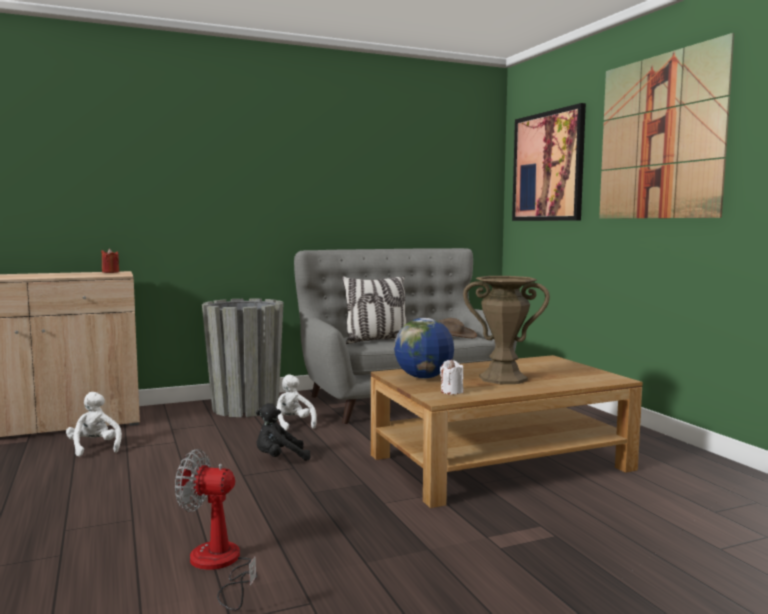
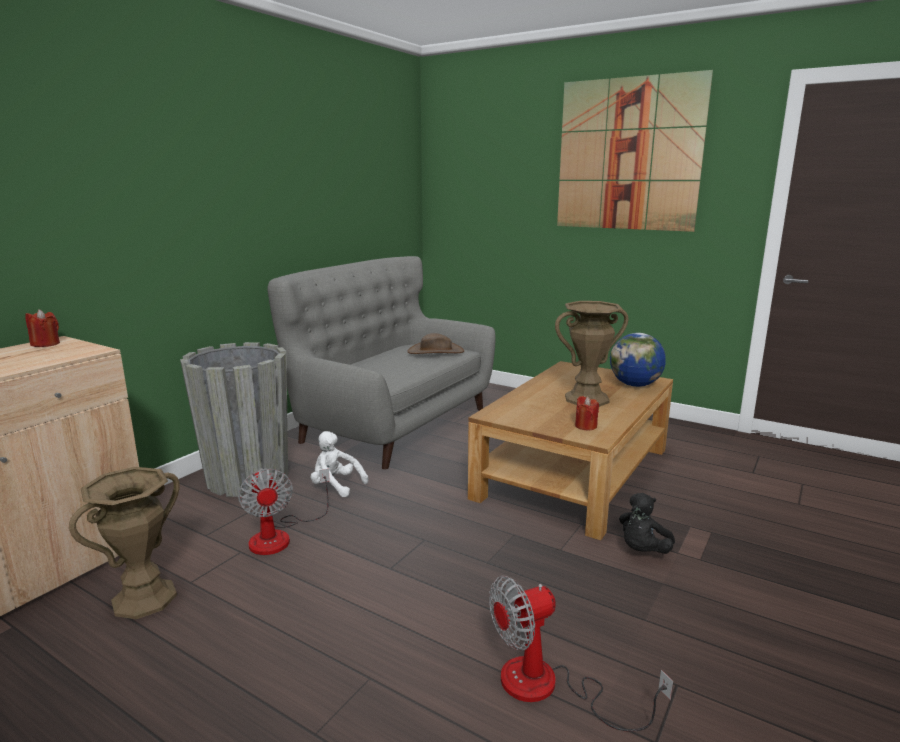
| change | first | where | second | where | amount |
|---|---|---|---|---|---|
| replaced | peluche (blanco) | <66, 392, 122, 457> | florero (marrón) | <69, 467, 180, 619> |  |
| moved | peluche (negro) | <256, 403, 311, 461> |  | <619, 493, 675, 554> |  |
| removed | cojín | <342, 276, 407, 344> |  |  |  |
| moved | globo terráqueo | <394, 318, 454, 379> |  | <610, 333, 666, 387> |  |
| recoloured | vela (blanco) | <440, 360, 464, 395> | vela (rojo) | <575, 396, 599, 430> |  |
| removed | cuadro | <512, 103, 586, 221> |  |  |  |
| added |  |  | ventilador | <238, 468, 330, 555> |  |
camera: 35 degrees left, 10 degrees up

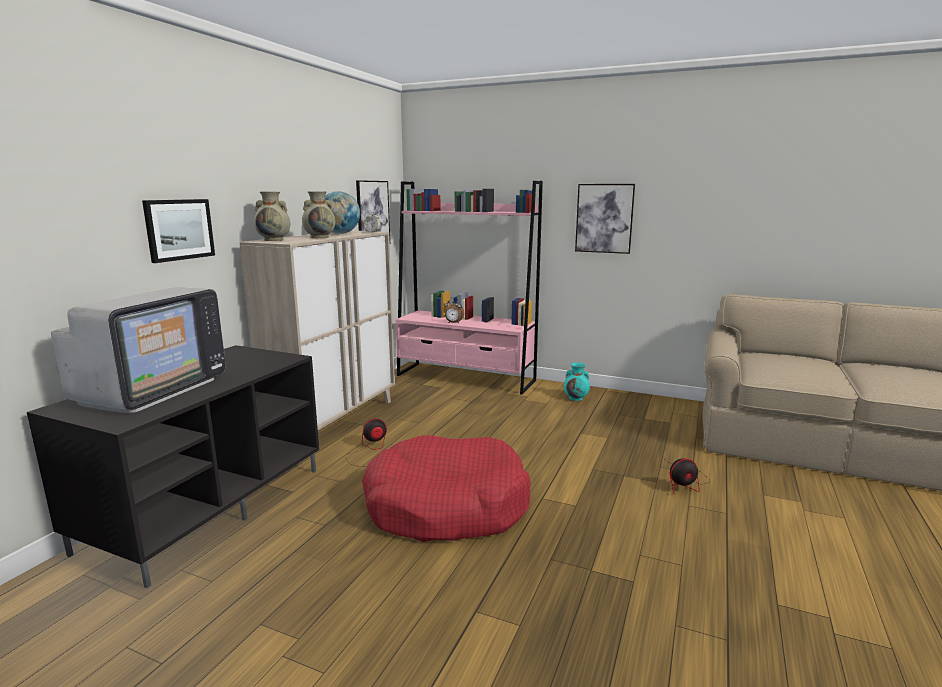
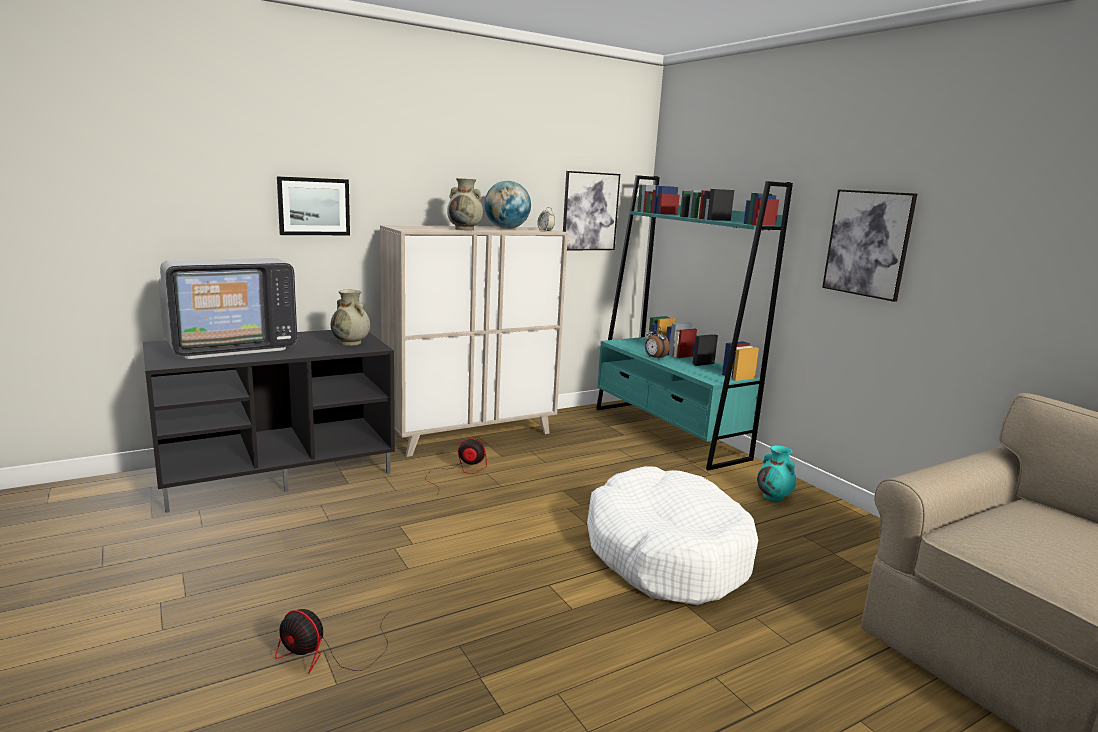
| change | first | where | second | where | amount |
|---|---|---|---|---|---|
| moved | florero (beis) | <254, 191, 290, 241> |  | <331, 290, 370, 346> |  |
| removed | cama para perro (rojo) | <362, 435, 531, 542> |  |  |  |
| recoloured | estantería (rosa) | <395, 181, 543, 395> | estantería (turquesa) | <596, 175, 793, 471> |  |
| moved | ventilador | <666, 458, 710, 494> |  | <275, 609, 391, 673> |  |
| added |  |  | cama para perro (blanco) | <587, 466, 758, 605> |  |
camera: 35 degrees right, 0 degrees up

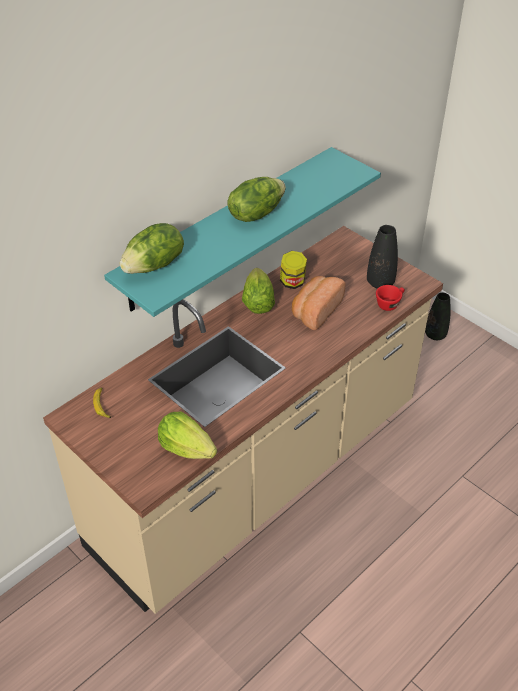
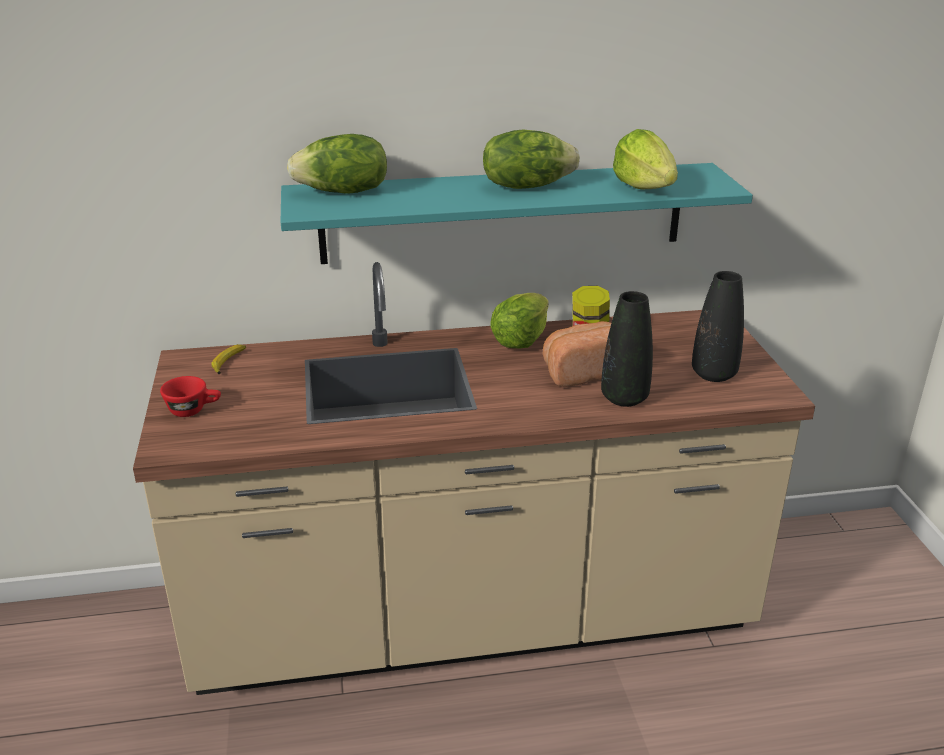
| change | first | where | second | where | amount |
|---|---|---|---|---|---|
| moved | lechuga | <158, 412, 217, 459> |  | <613, 129, 678, 189> |  |
| moved | taza (rojo) | <376, 285, 405, 311> |  | <160, 376, 221, 417> |  |
| moved | florero (negro) | <425, 293, 451, 340> |  | <601, 291, 653, 407> |  |
camera: 35 degrees right, 15 degrees down

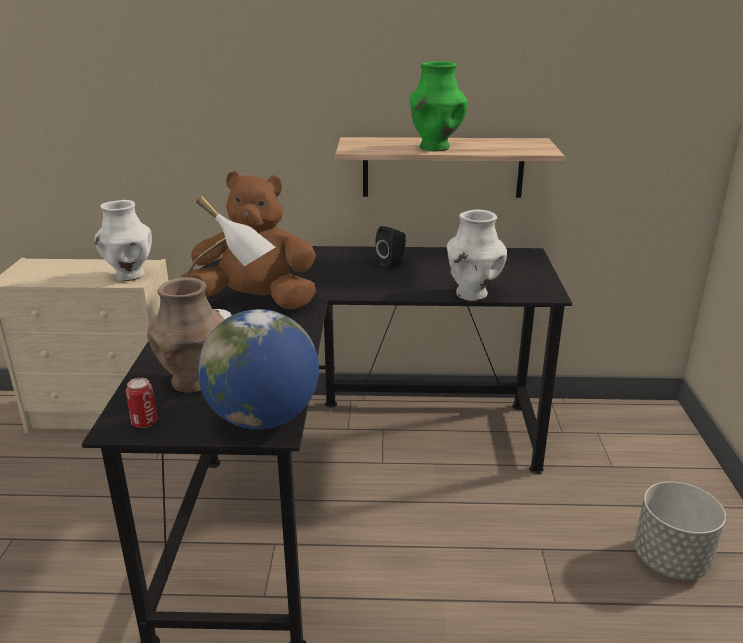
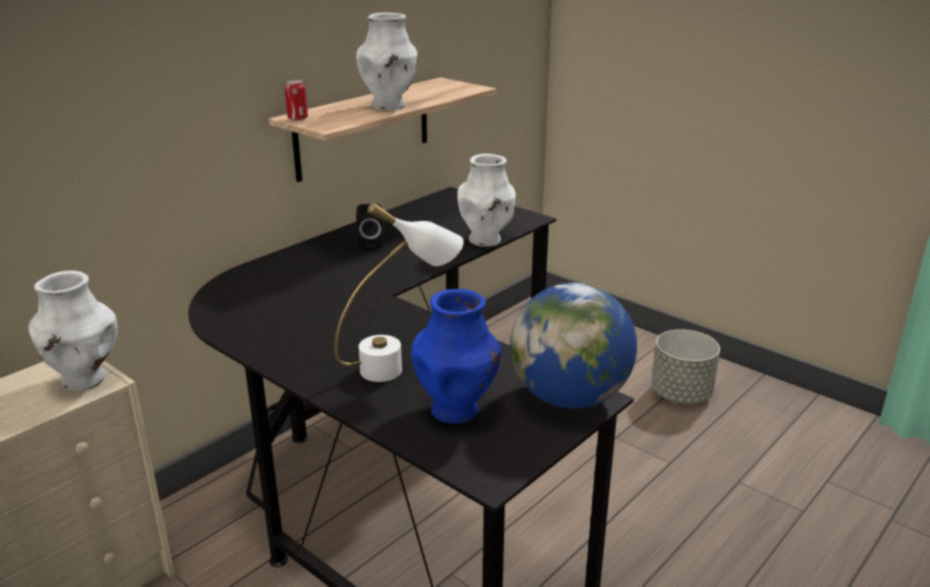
| change | first | where | second | where | amount |
|---|---|---|---|---|---|
| moved | lata | <126, 378, 158, 428> |  | <285, 80, 308, 121> |  |
| recoloured | florero (marrón) | <147, 277, 225, 393> | florero (azul) | <411, 289, 501, 424> |  |
| removed | peluche (marrón) | <181, 171, 316, 309> |  |  |  |
| recoloured | florero (verde) | <409, 61, 467, 151> | florero (blanco) | <356, 12, 418, 110> |  |
camera: 50 degrees left, 0 degrees up

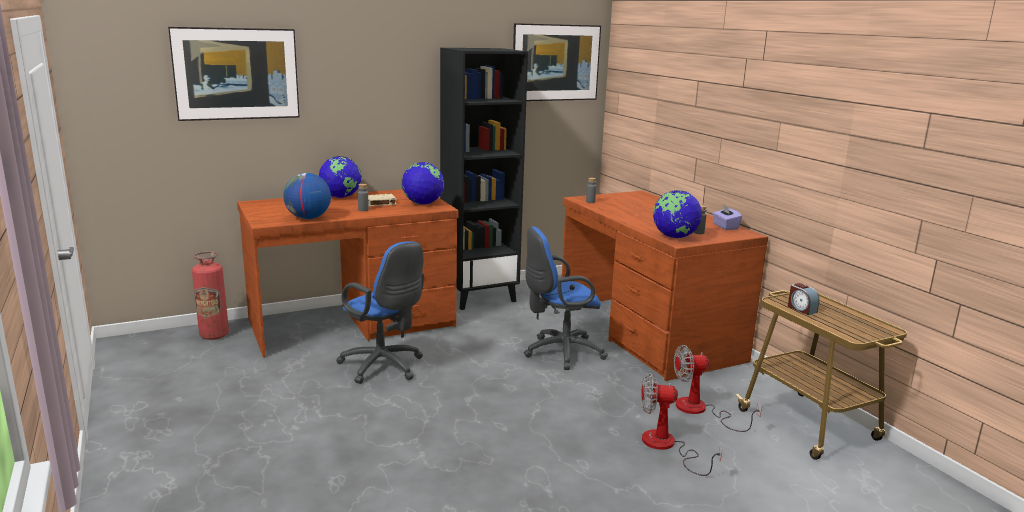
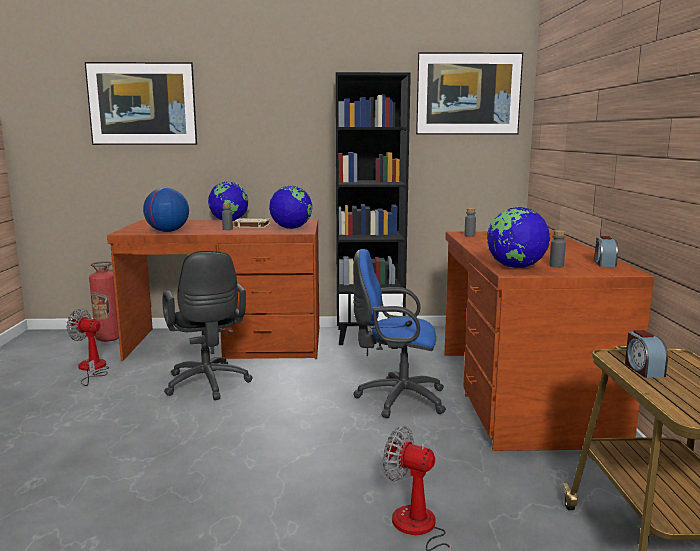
| change | first | where | second | where | amount |
|---|---|---|---|---|---|
| recoloured | silla de oficina (azul) | <336, 241, 424, 384> | silla de oficina (negro) | <162, 251, 252, 400> |  |
| moved | ventilador | <674, 345, 762, 432> |  | <66, 309, 109, 386> |  |
| replaced | caja de pañuelos (morado) | <712, 205, 742, 230> | despertador | <594, 236, 618, 267> |  |
camera: 25 degrees right, 5 degrees down

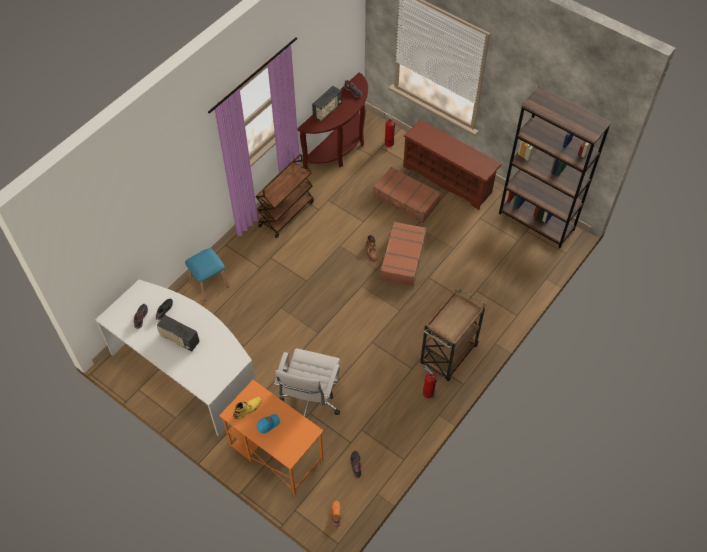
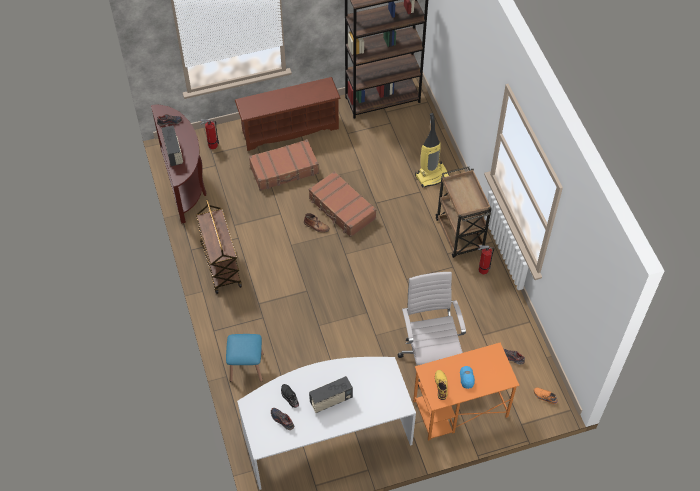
| change | first | where | second | where | amount |
|---|---|---|---|---|---|
| turned | silla de oficina (blanco) | <274, 348, 340, 417> |  | <397, 272, 466, 386> | 150 degrees counterclockwise |
| added |  |  | aspiradora | <415, 113, 450, 188> |  |
camera: 55 degrees left, 0 degrees up

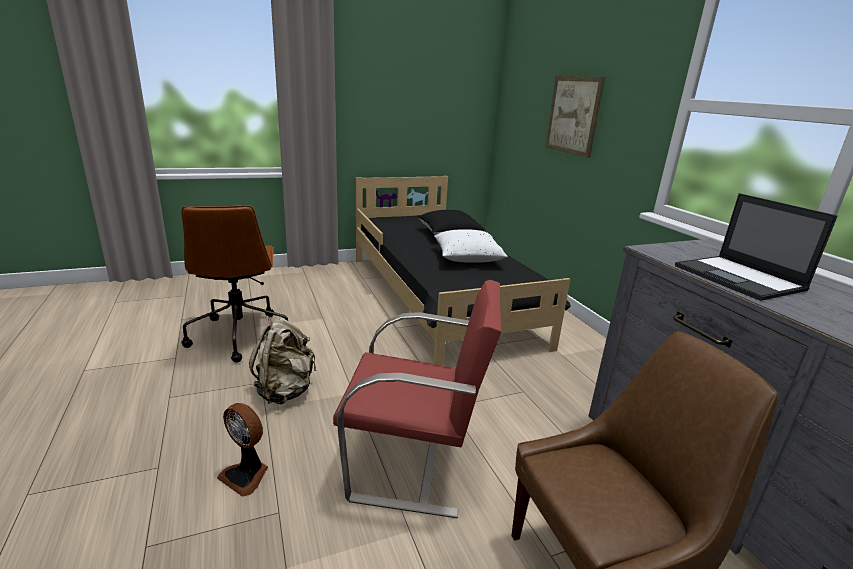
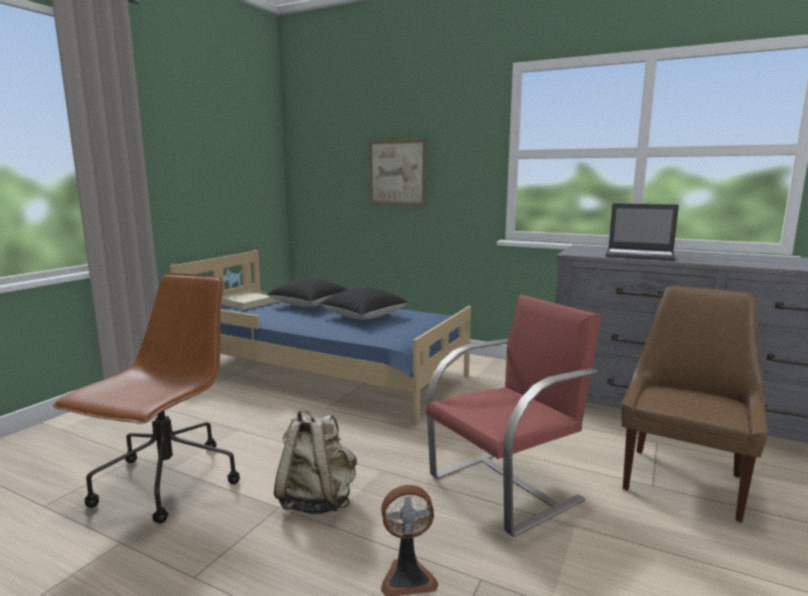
| change | first | where | second | where | amount |
|---|---|---|---|---|---|
| turned | silla de oficina (marrón) | <181, 205, 288, 363> |  | <52, 273, 240, 524> | 105 degrees counterclockwise |
| recoloured | cama (negro) | <356, 176, 571, 366> | cama (azul) | <169, 250, 471, 426> |  |
| recoloured | cojín (blanco) | <434, 229, 508, 263> | cojín (negro) | <319, 287, 409, 320> |  |
| added |  |  | bandeja (beis) | <221, 290, 279, 310> |  |
camera: 40 degrees left, 10 degrees down

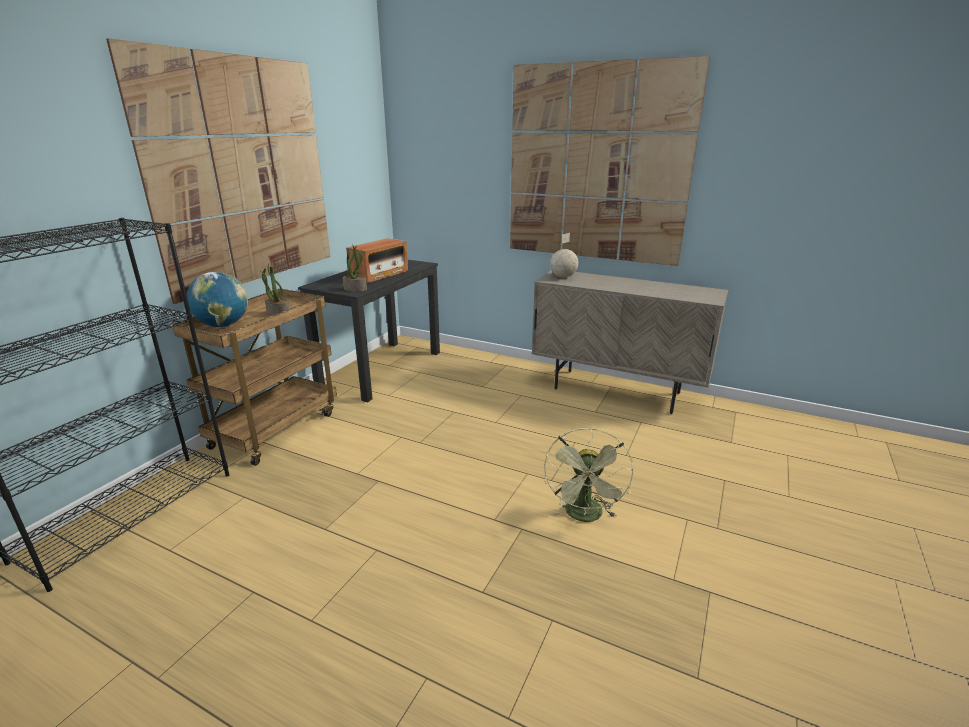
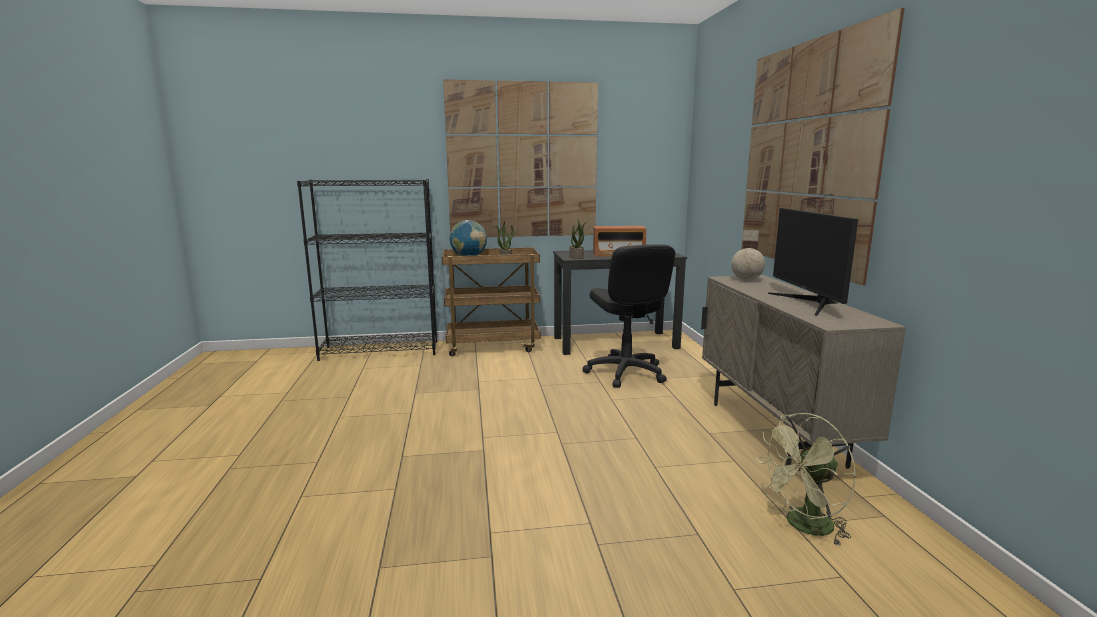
| change | first | where | second | where | amount |
|---|---|---|---|---|---|
| moved | ventilador (verde) | <544, 428, 634, 522> |  | <756, 413, 856, 546> |  |
| added |  |  | silla de oficina (negro) | <583, 244, 675, 388> |  |
| added |  |  | monitor | <768, 208, 858, 316> |  |
camera: 55 degrees right, 10 degrees down

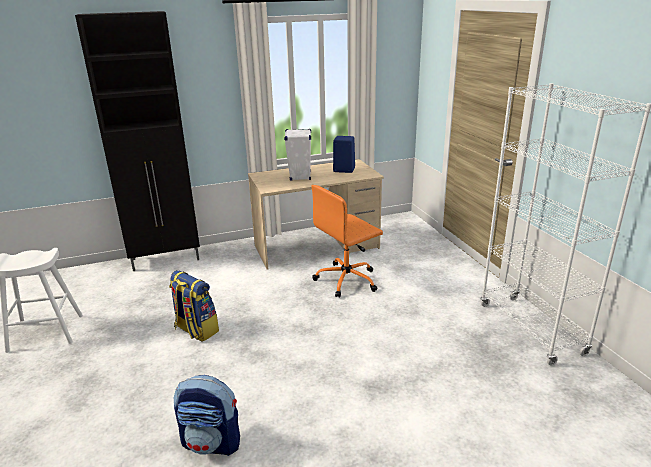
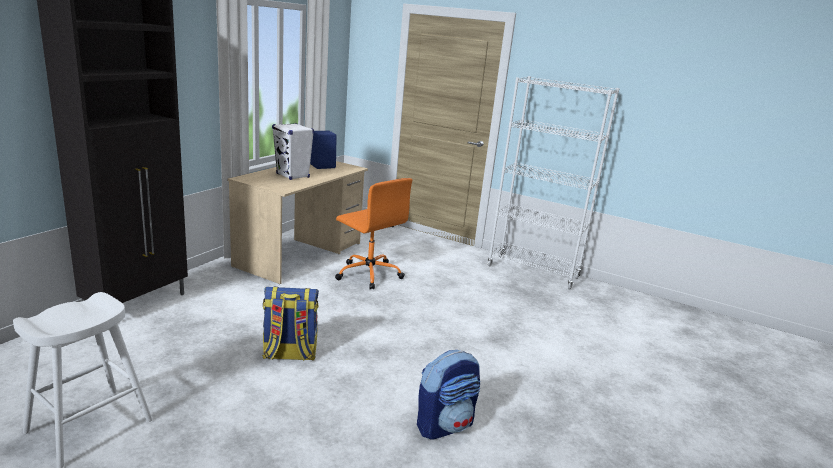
| change | first | where | second | where | amount |
|---|---|---|---|---|---|
| turned | silla de oficina (naranja) | <311, 185, 383, 298> |  | <335, 178, 413, 290> | 60 degrees counterclockwise |
camera: 45 degrees left, 5 degrees down

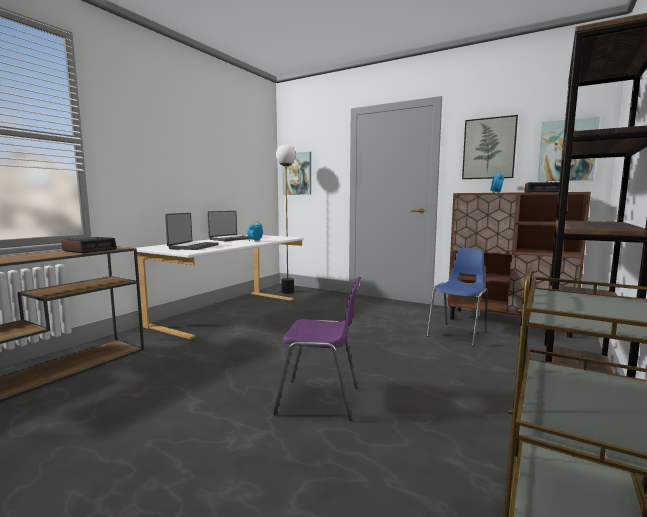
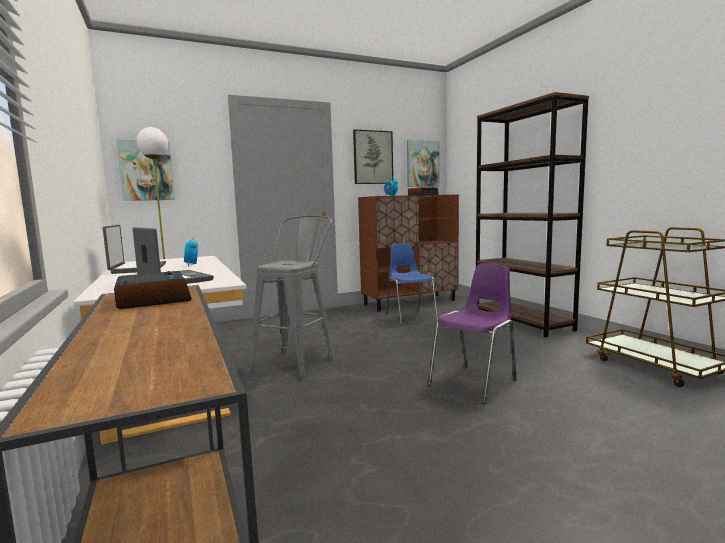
| change | first | where | second | where | amount |
|---|---|---|---|---|---|
| added |  |  | taburete (gris) | <250, 215, 333, 379> |  |
camera: 55 degrees left, 0 degrees up

